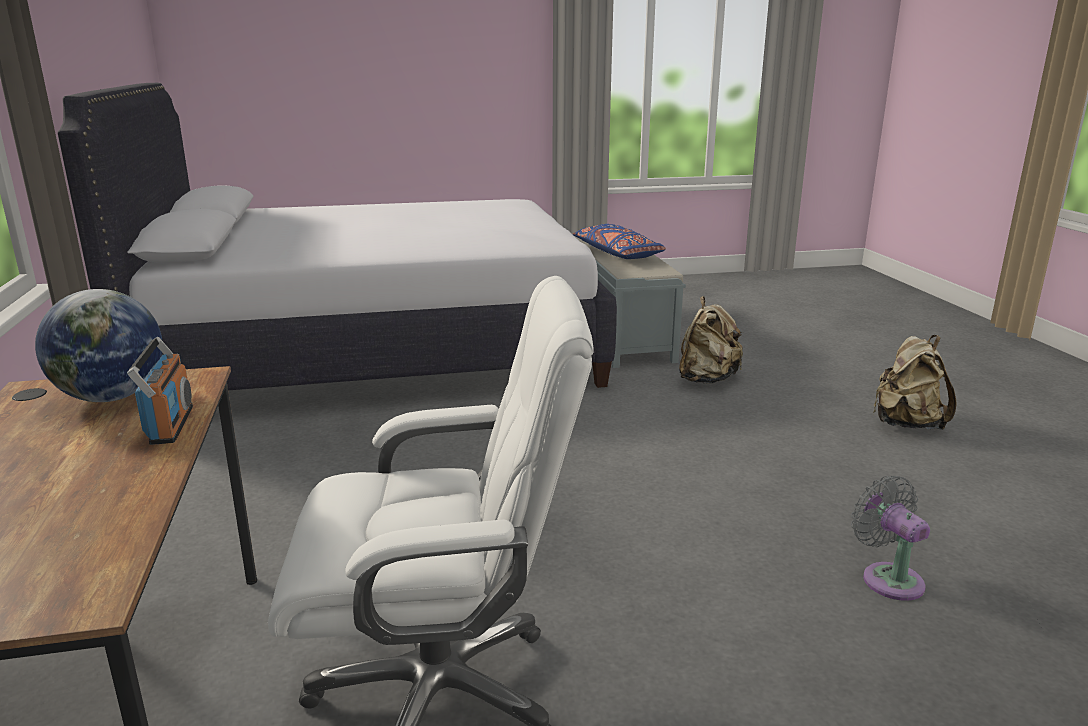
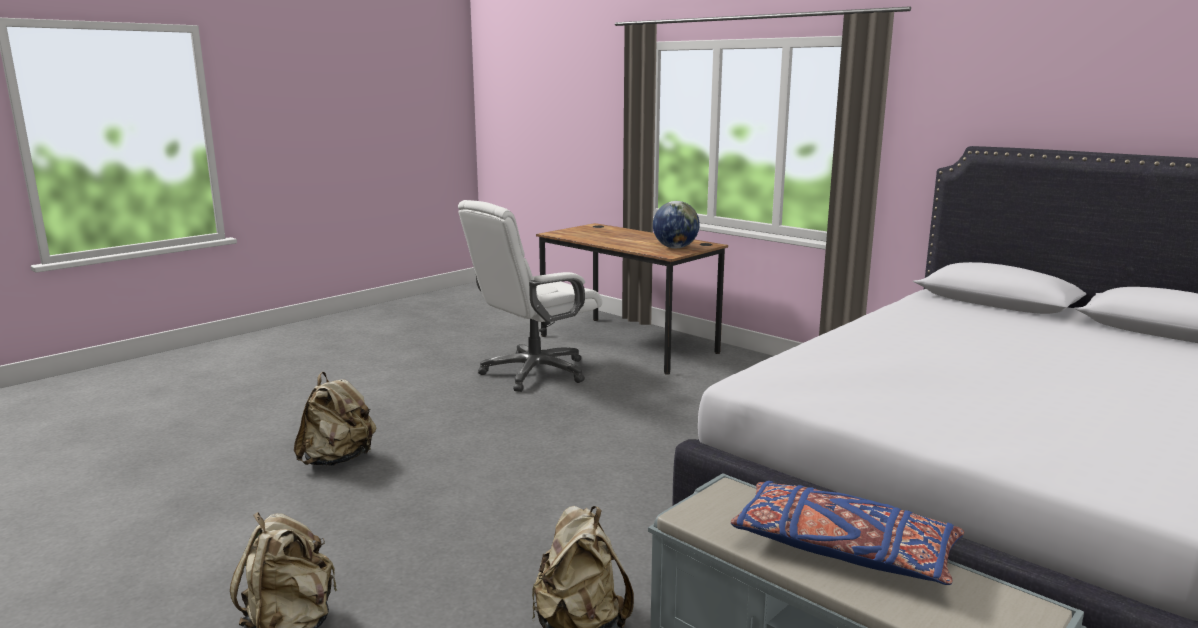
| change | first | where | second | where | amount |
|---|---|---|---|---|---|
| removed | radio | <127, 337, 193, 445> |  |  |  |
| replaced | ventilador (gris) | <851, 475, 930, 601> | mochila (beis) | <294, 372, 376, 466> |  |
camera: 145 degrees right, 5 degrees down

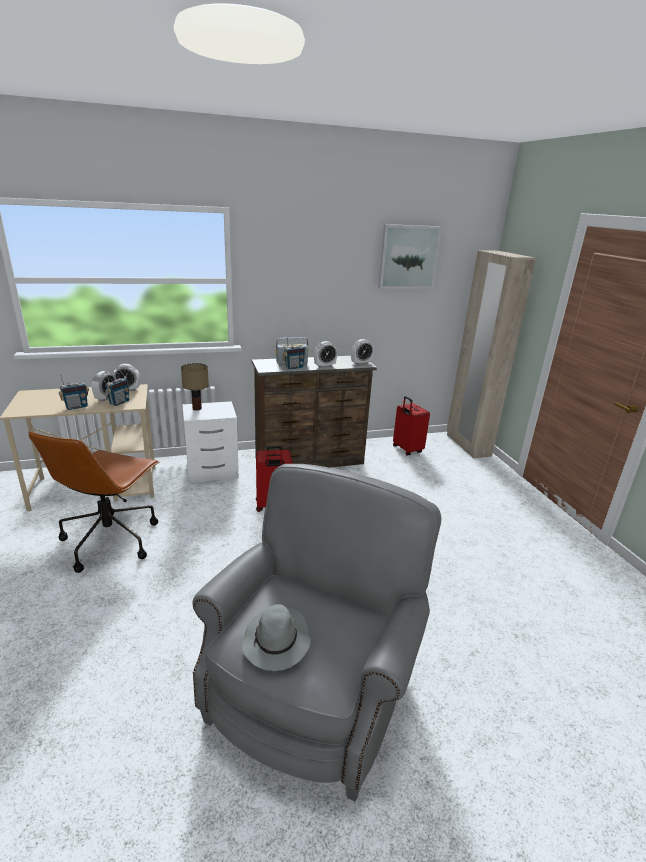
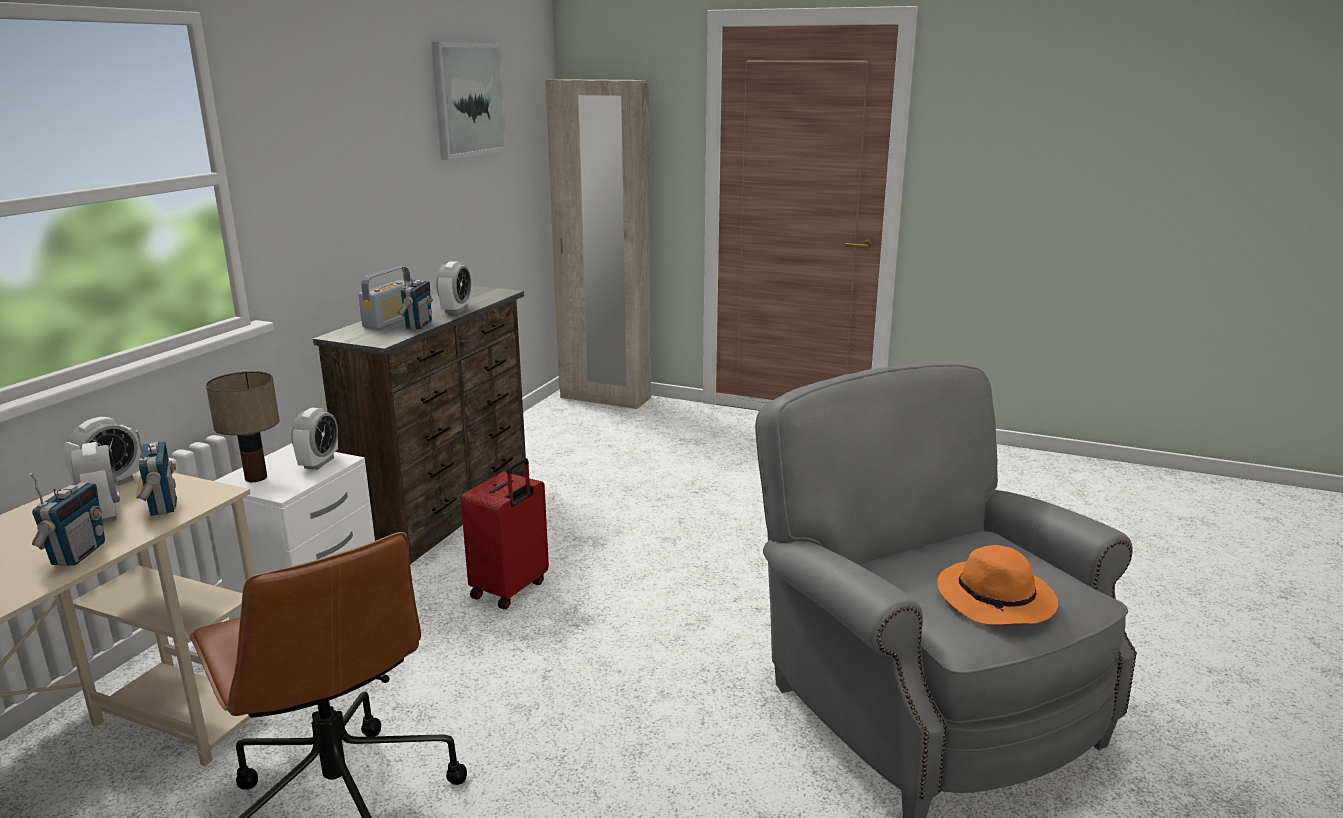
| change | first | where | second | where | amount |
|---|---|---|---|---|---|
| recoloured | sombrero (gris) | <242, 604, 311, 671> | sombrero (naranja) | <938, 545, 1058, 625> |  |
| moved | despertador | <351, 339, 374, 365> |  | <291, 408, 338, 470> |  |
| removed | maleta (rojo) | <393, 396, 430, 456> |  |  |  |
camera: 50 degrees left, 5 degrees down

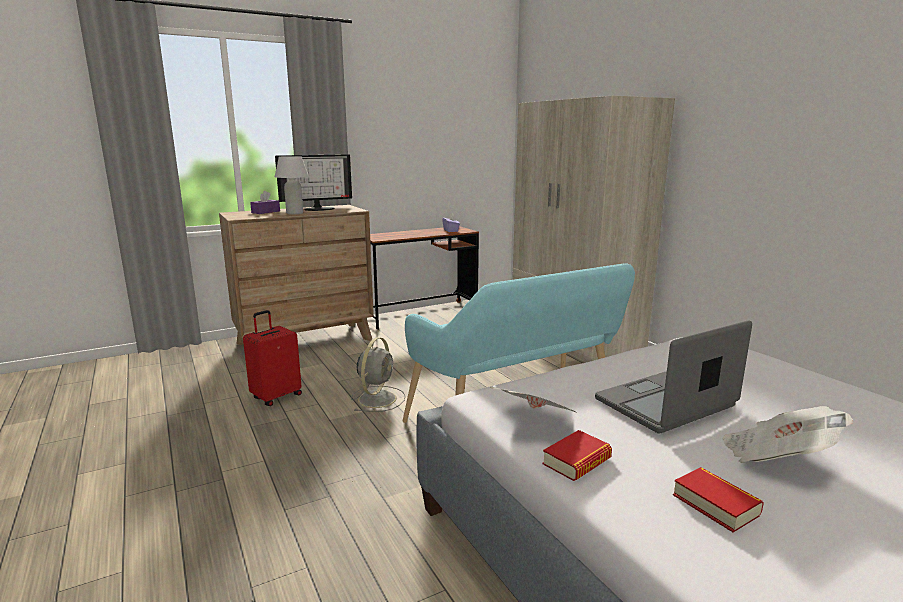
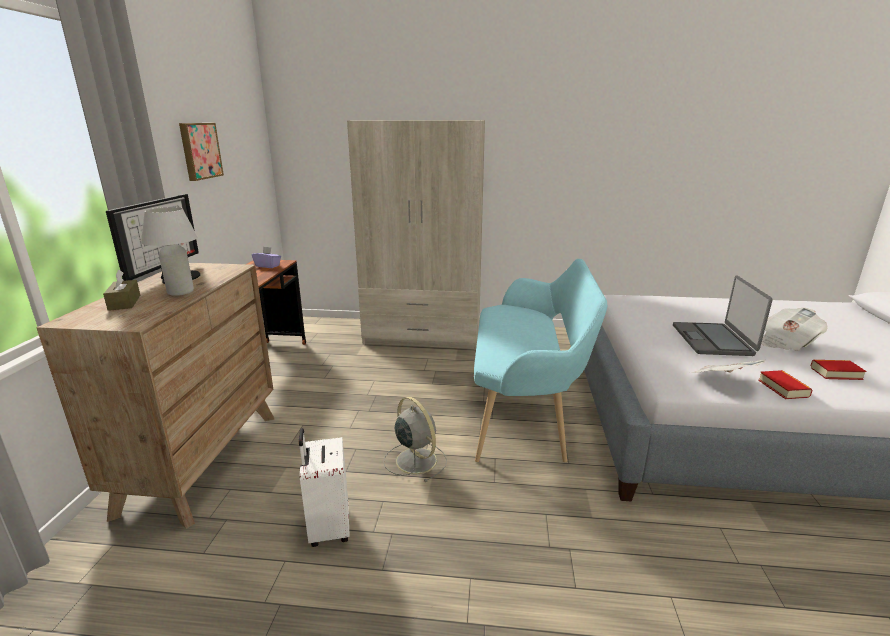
| change | first | where | second | where | amount |
|---|---|---|---|---|---|
| recoloured | maleta (rojo) | <243, 310, 302, 406> | maleta (blanco) | <299, 428, 350, 547> |  |
| recoloured | caja de pañuelos (morado) | <250, 191, 280, 214> | caja de pañuelos (marrón) | <103, 270, 140, 311> |  |
| added |  |  | cuadro | <179, 123, 224, 181> |  |
camera: 55 degrees left, 5 degrees up

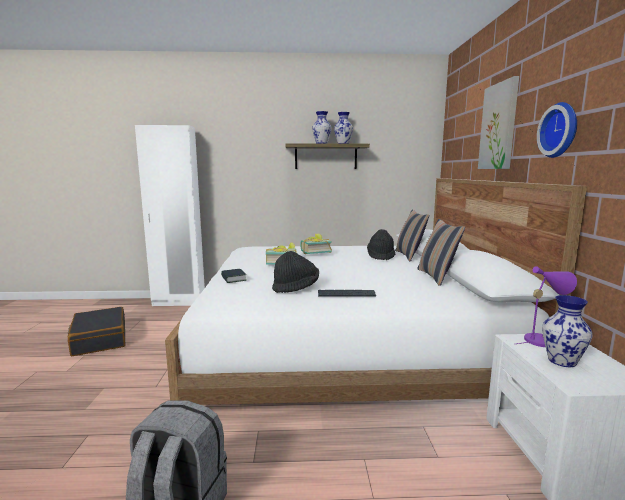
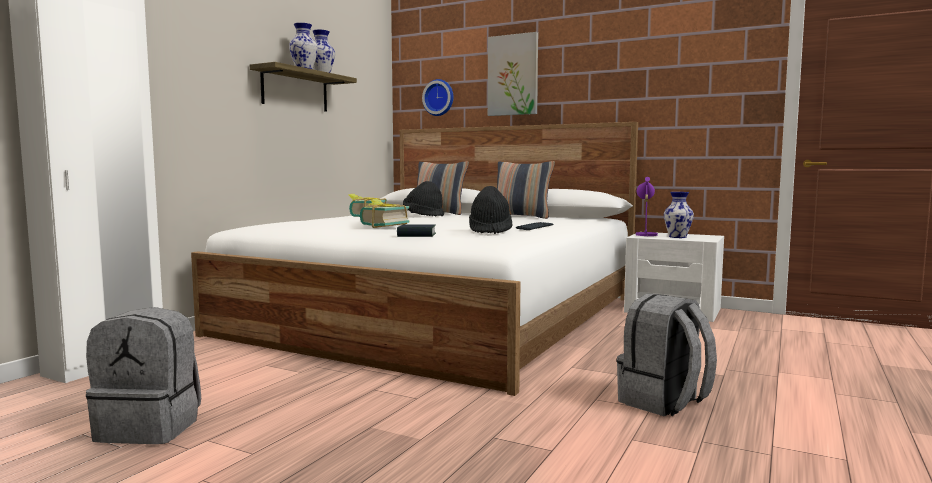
| change | first | where | second | where | amount |
|---|---|---|---|---|---|
| replaced | maleta (negro) | <68, 307, 125, 356> | mochila (gris) | <86, 307, 201, 444> |  |
| moved | reloj de pared | <537, 102, 577, 158> |  | <422, 79, 453, 116> |  |
camera: 60 degrees left, 5 degrees down

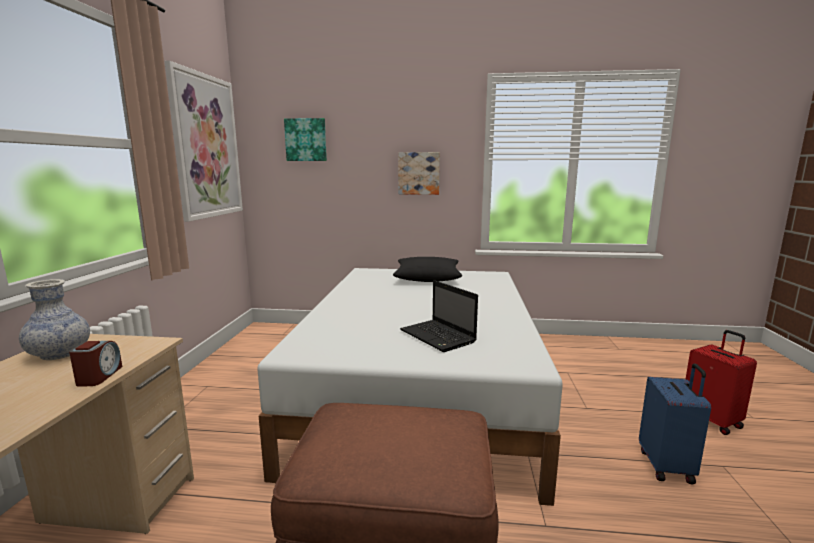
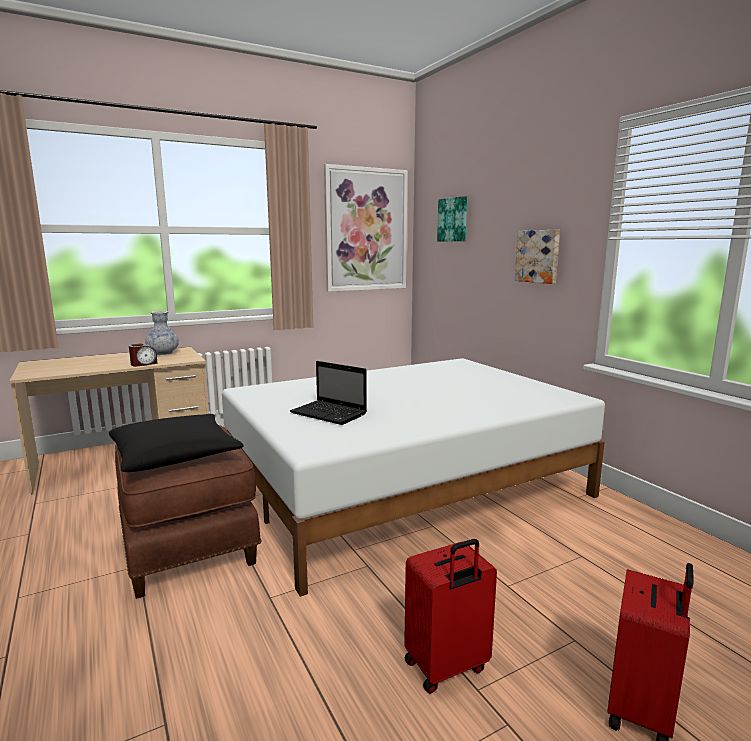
| change | first | where | second | where | amount |
|---|---|---|---|---|---|
| moved | cojín (negro) | <393, 257, 462, 282> |  | <109, 414, 244, 472> |  |
| turned | portátil | <400, 280, 478, 352> |  | <290, 361, 367, 425> | 75 degrees counterclockwise |
| recoloured | maleta (azul) | <639, 363, 711, 484> | maleta (rojo) | <404, 539, 497, 694> |  |
camera: 55 degrees right, 0 degrees up

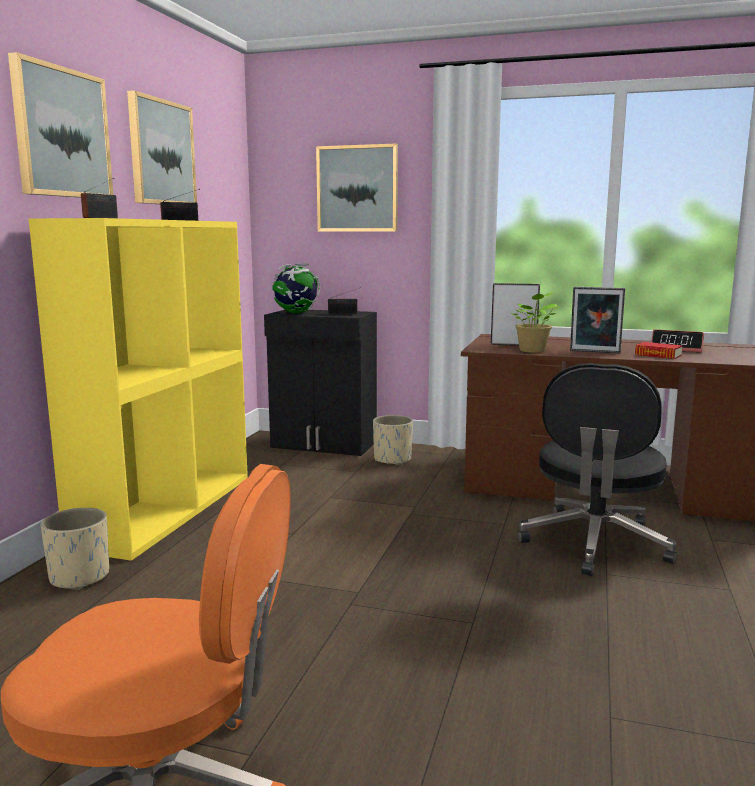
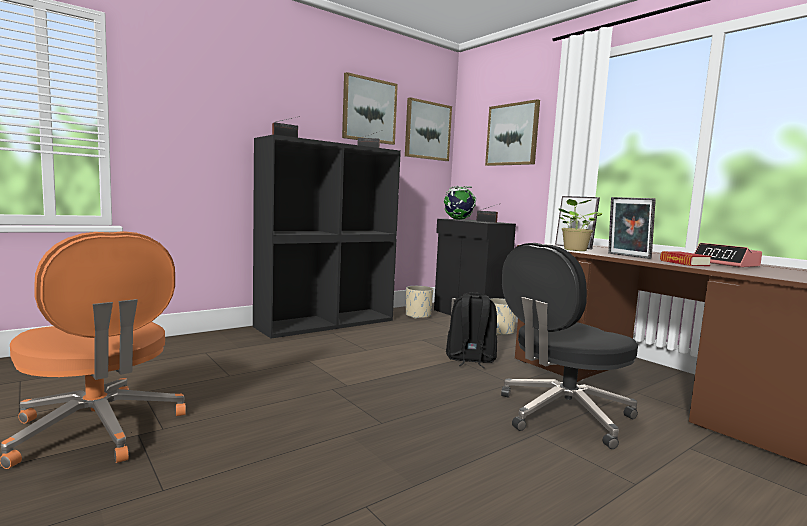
| change | first | where | second | where | amount |
|---|---|---|---|---|---|
| moved | cuadro | <8, 52, 113, 198> |  | <405, 97, 452, 161> |  |
| recoloured | estantería (amarillo) | <28, 218, 248, 561> | estantería (negro) | <253, 135, 401, 339> |  |
| moved | maceta (beis) | <41, 508, 109, 590> |  | <406, 286, 433, 319> |  |
| added |  |  | mochila (negro) | <446, 292, 497, 368> |  |
camera: 35 degrees right, 5 degrees down

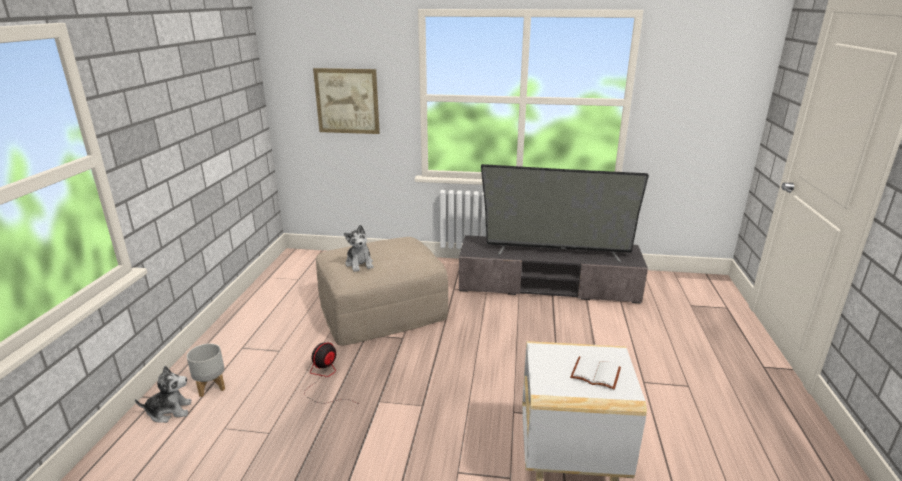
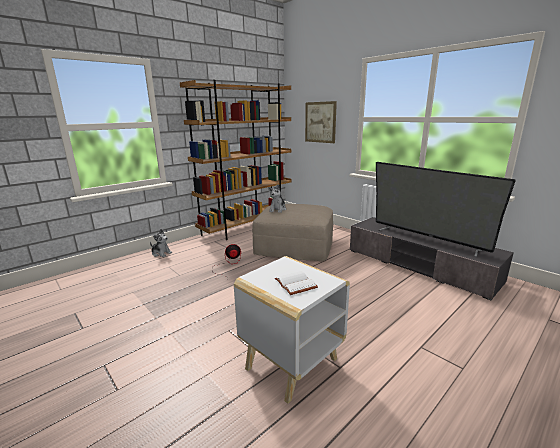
| change | first | where | second | where | amount |
|---|---|---|---|---|---|
| removed | maceta (gris) | <187, 343, 225, 397> |  |  |  |
| added |  |  | estantería (marrón) | <180, 80, 291, 240> |  |
camera: 40 degrees right, 5 degrees down

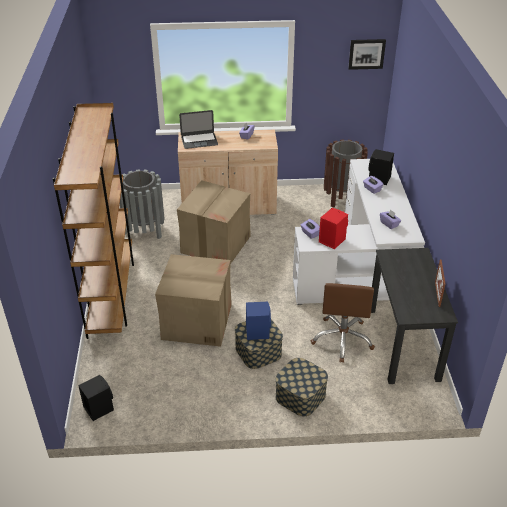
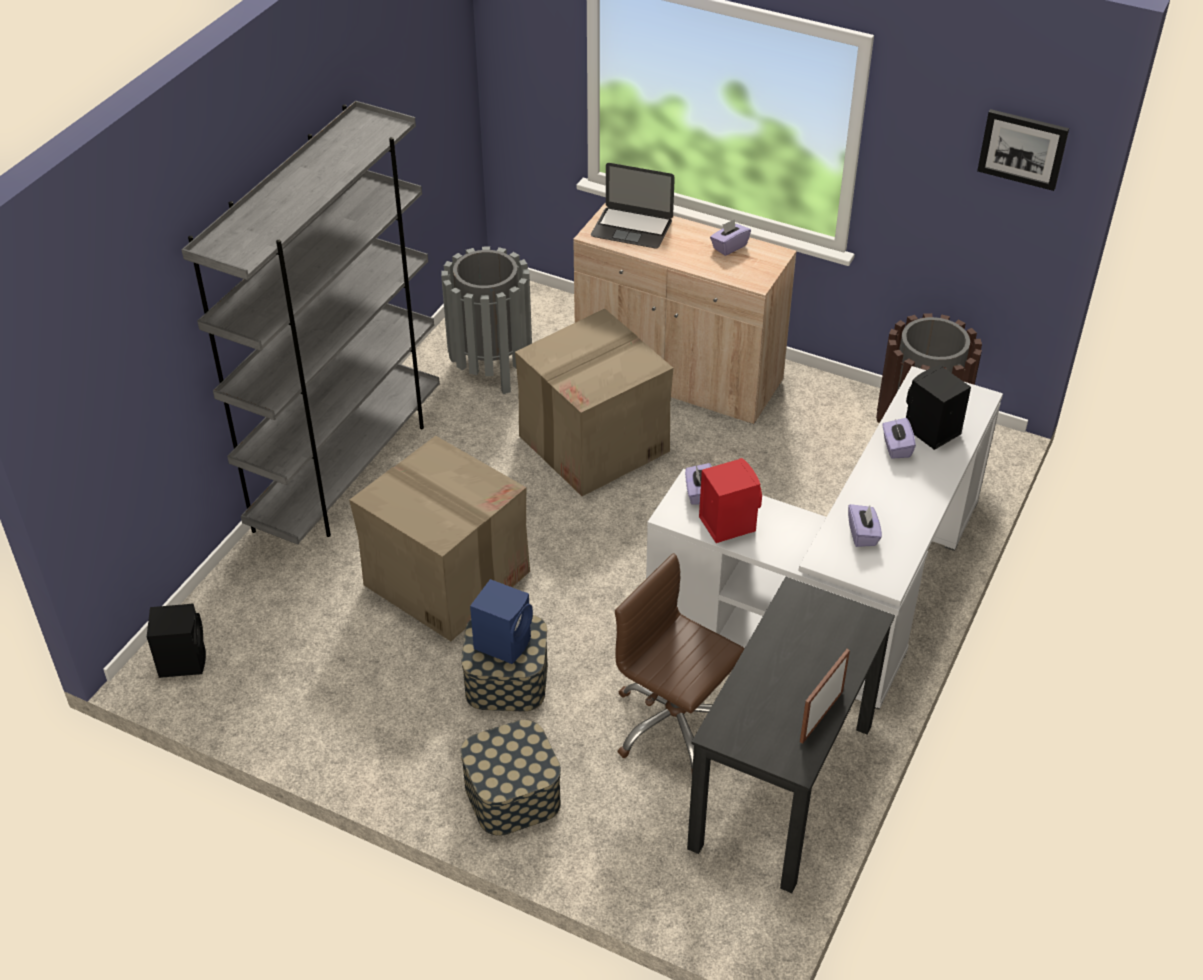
| change | first | where | second | where | amount |
|---|---|---|---|---|---|
| recoloured | estantería (marrón) | <53, 103, 134, 339> | estantería (gris) | <182, 101, 440, 545> |  |
| turned | silla de oficina (marrón) | <311, 283, 375, 363> |  | <615, 553, 745, 773> | 90 degrees clockwise |
camera: 30 degrees right, 5 degrees up

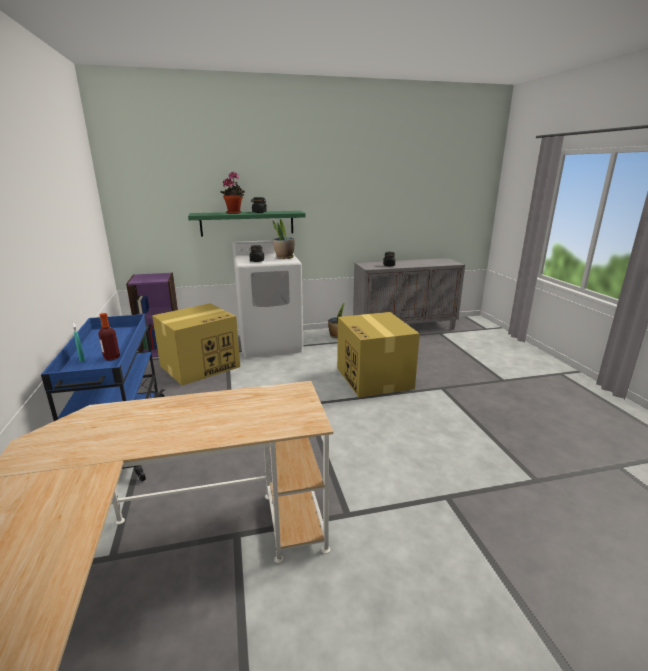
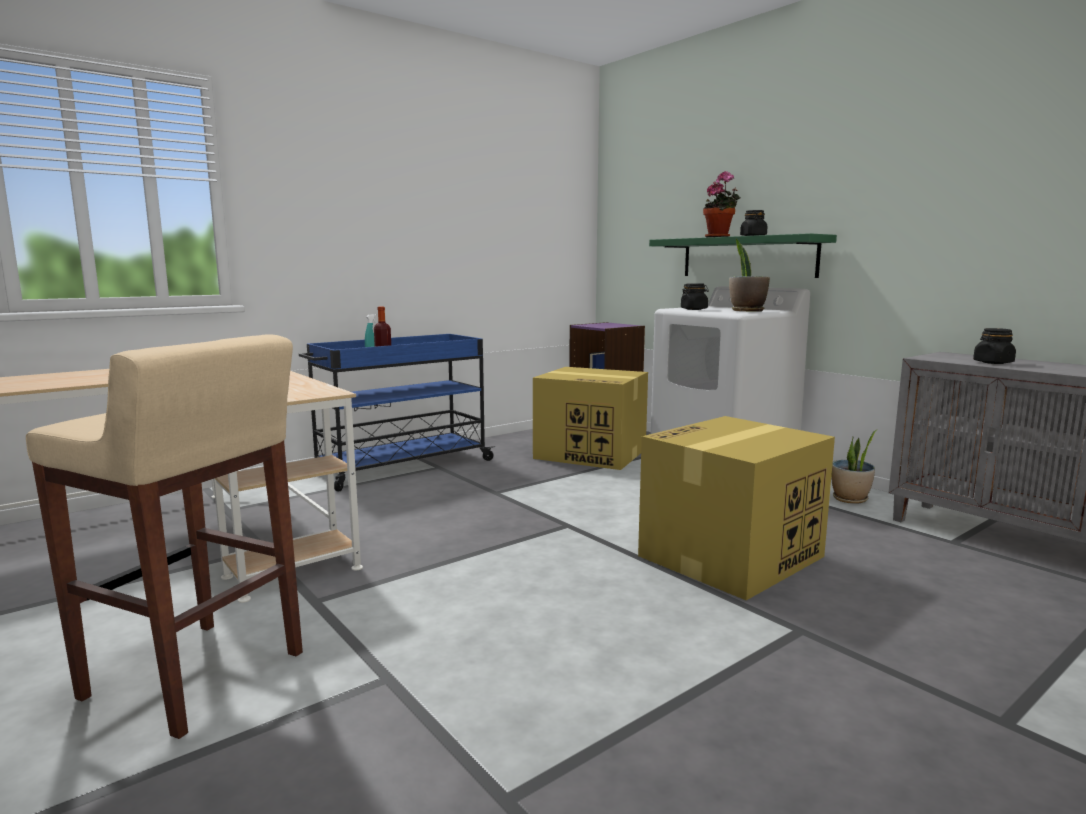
| change | first | where | second | where | amount |
|---|---|---|---|---|---|
| added |  |  | taburete (beis) | <26, 334, 303, 739> |  |
camera: 65 degrees right, 10 degrees down

